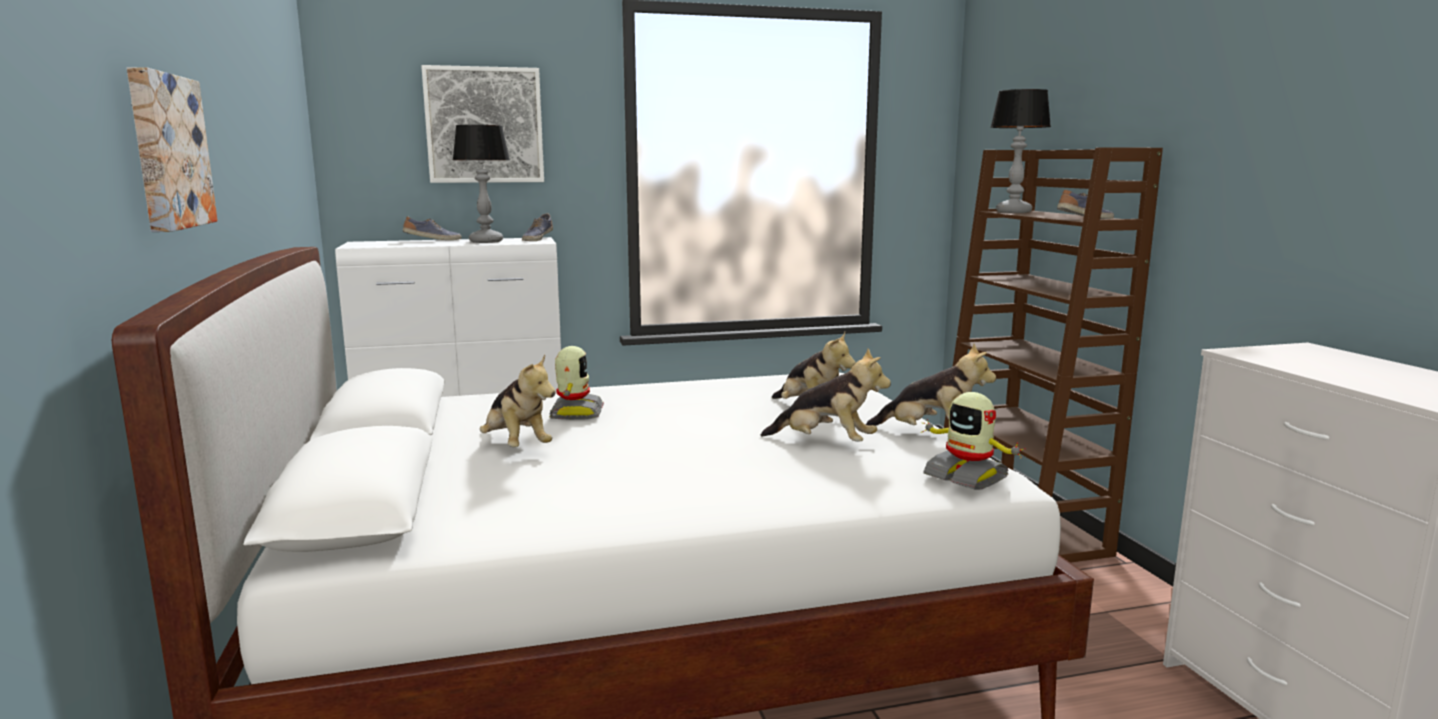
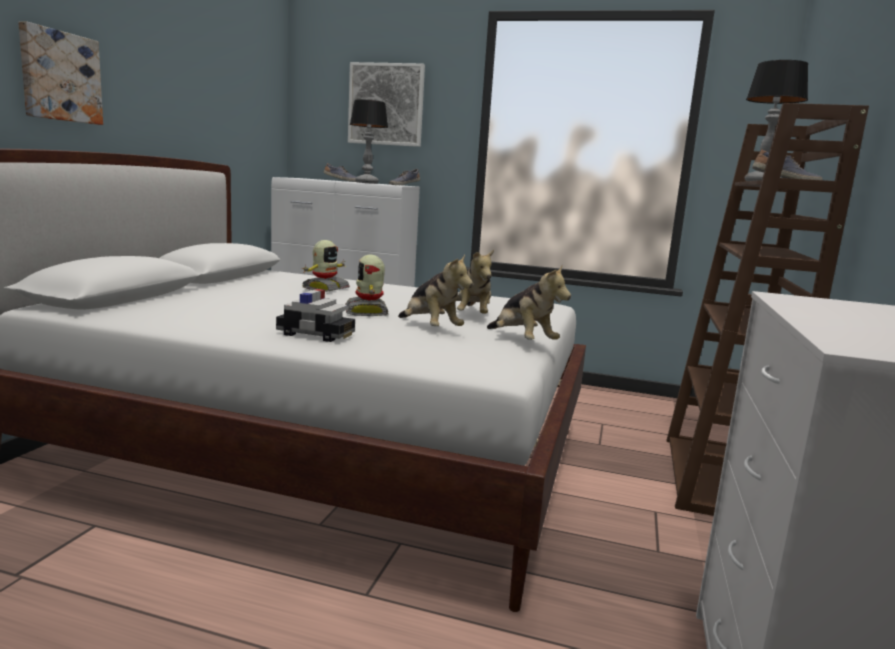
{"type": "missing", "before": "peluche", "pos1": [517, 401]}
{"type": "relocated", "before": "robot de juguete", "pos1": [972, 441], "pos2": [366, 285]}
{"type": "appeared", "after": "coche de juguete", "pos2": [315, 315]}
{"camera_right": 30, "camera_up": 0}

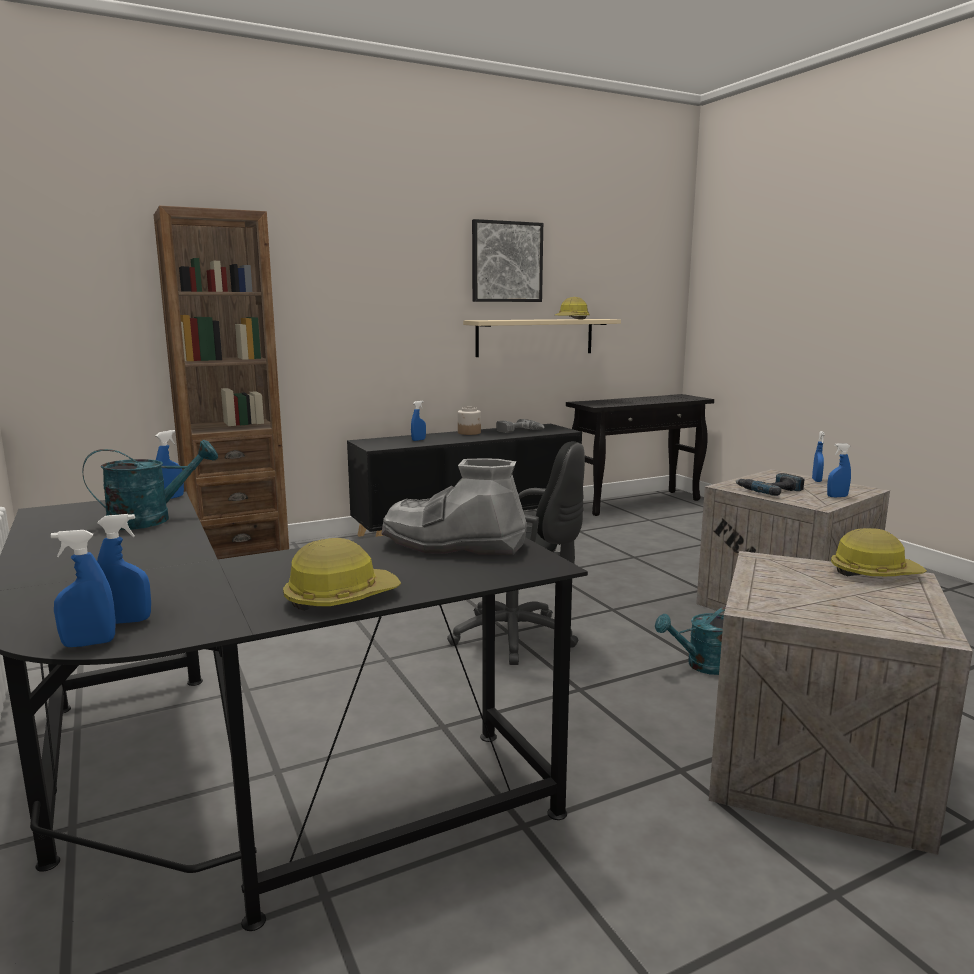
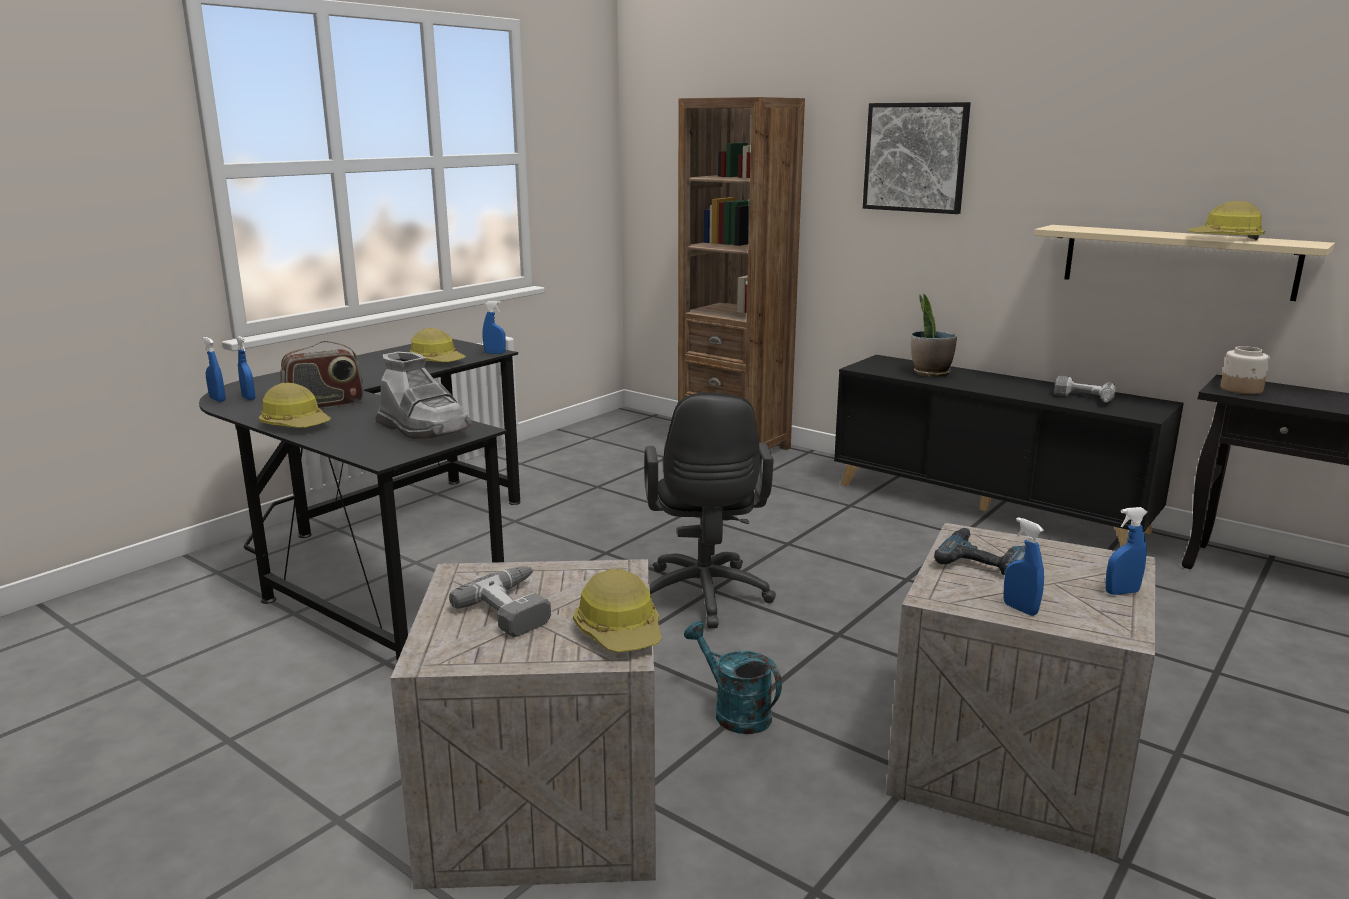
{"type": "relocated", "before": "cuadro", "pos1": [507, 260], "pos2": [917, 158]}
{"type": "exchanged", "before": "pulverizador/azul", "after": "planta en maceta", "pos1": [418, 421], "pos2": [934, 335]}
{"type": "relocated", "before": "tarro", "pos1": [469, 421], "pos2": [1245, 370]}
{"type": "exchanged", "before": "regadera/turquesa", "after": "casco", "pos1": [150, 485], "pos2": [438, 345]}
{"type": "spun", "before": "bota/gris", "pos1": [454, 506], "pos2": [423, 395], "turn": 150}
{"type": "appeared", "after": "radio", "pos2": [322, 375]}
{"type": "appeared", "after": "taladro", "pos2": [500, 601]}
{"camera_right": 65, "camera_up": 5}

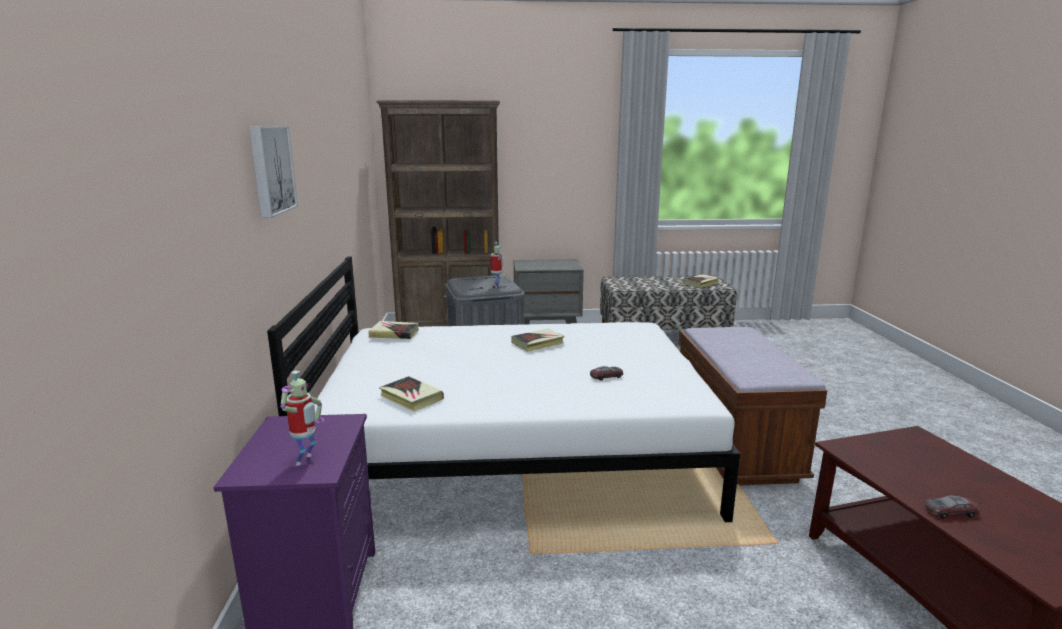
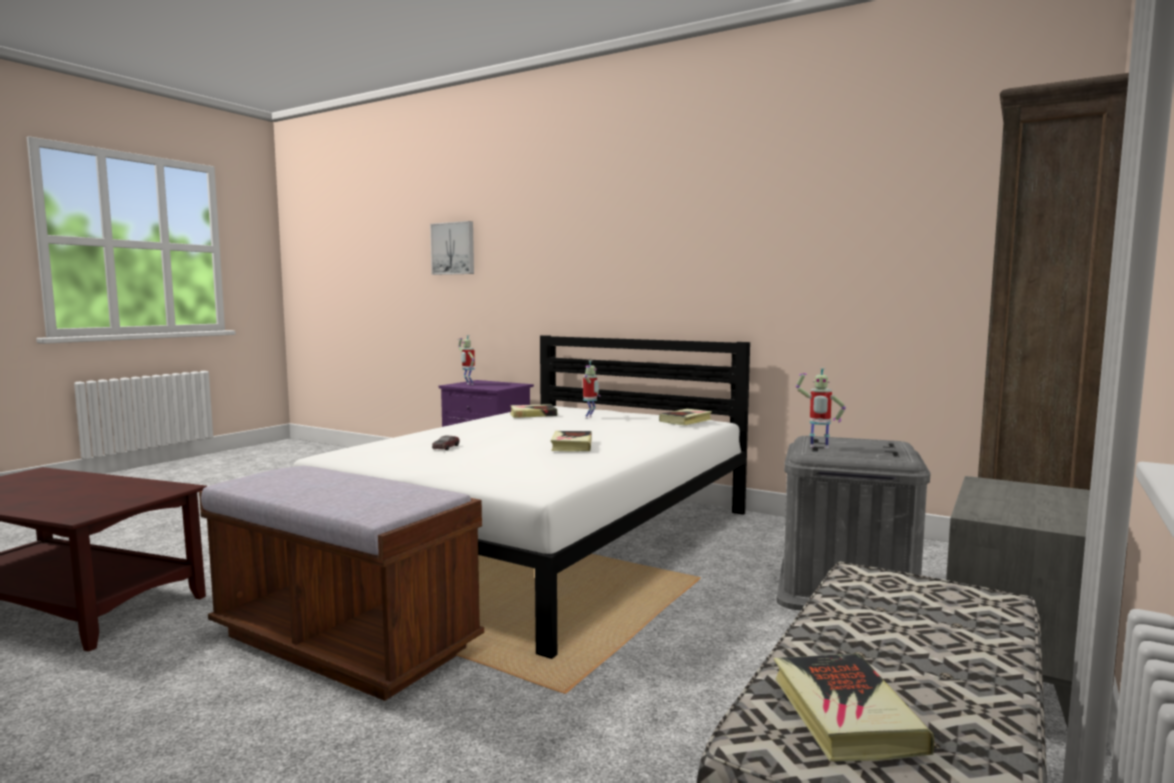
{"type": "relocated", "before": "cuadro", "pos1": [273, 172], "pos2": [452, 248]}
{"type": "missing", "before": "coche de juguete", "pos1": [951, 507]}
{"type": "appeared", "after": "robot de juguete", "pos2": [591, 390]}
{"camera_right": 125, "camera_up": -10}

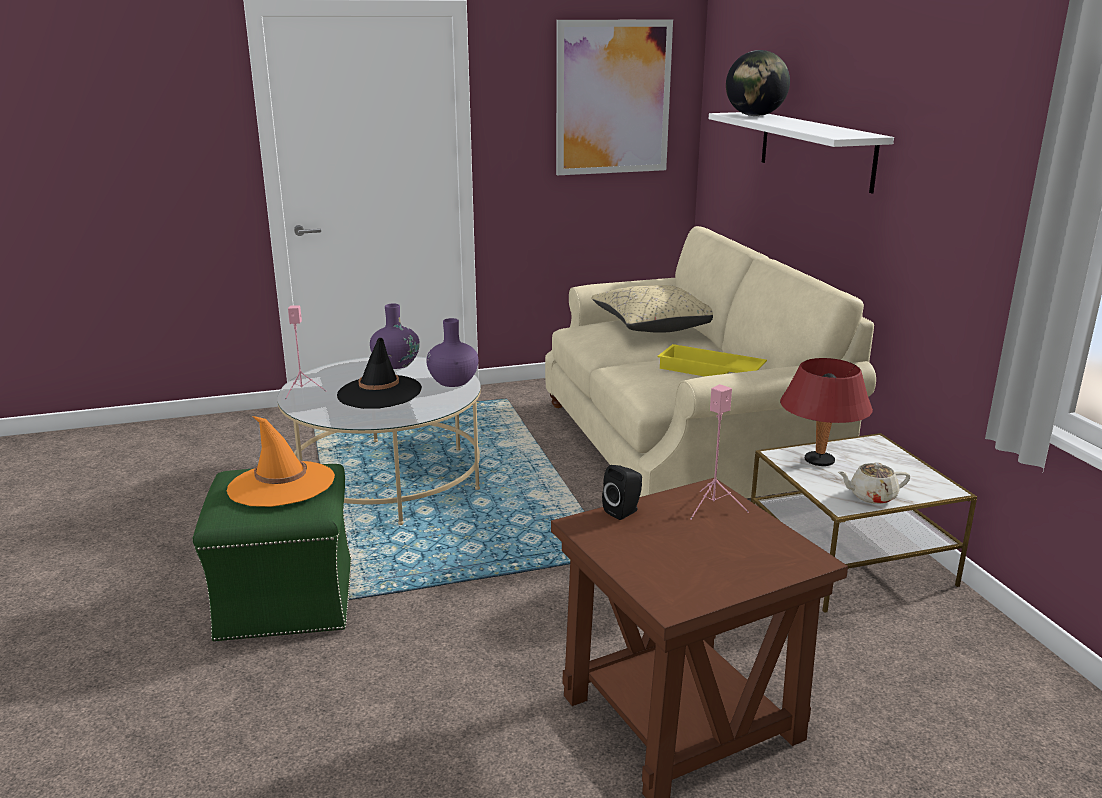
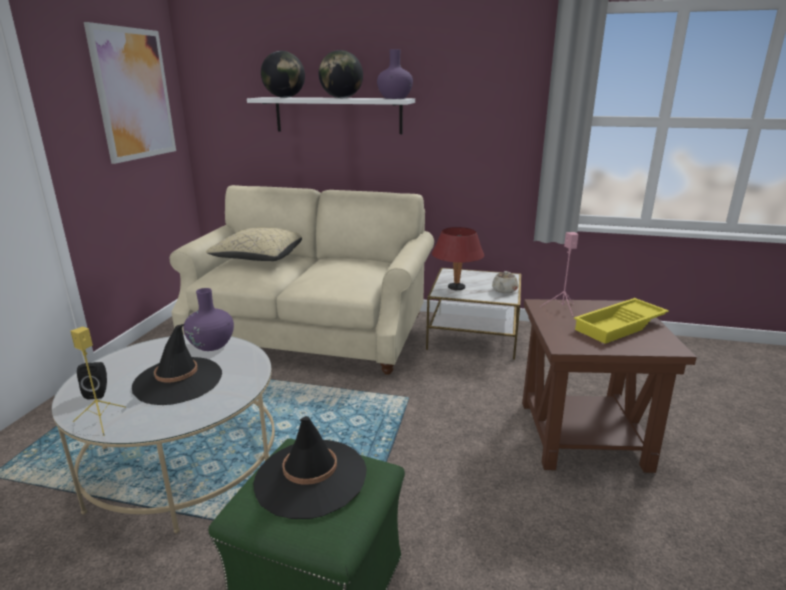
{"type": "relocated", "before": "florero/morado", "pos1": [395, 336], "pos2": [395, 74]}
{"type": "colour", "before": "altavoz/rosa", "after": "altavoz/amarillo", "pos1": [305, 352], "pos2": [98, 381]}
{"type": "relocated", "before": "bandeja/amarillo", "pos1": [712, 360], "pos2": [621, 321]}
{"type": "colour", "before": "sombrero/naranja", "after": "sombrero/negro", "pos1": [281, 461], "pos2": [310, 467]}
{"type": "relocated", "before": "altavoz/negro", "pos1": [622, 492], "pos2": [92, 381]}
{"type": "appeared", "after": "globo terráqueo", "pos2": [341, 74]}
{"camera_right": -60, "camera_up": 0}

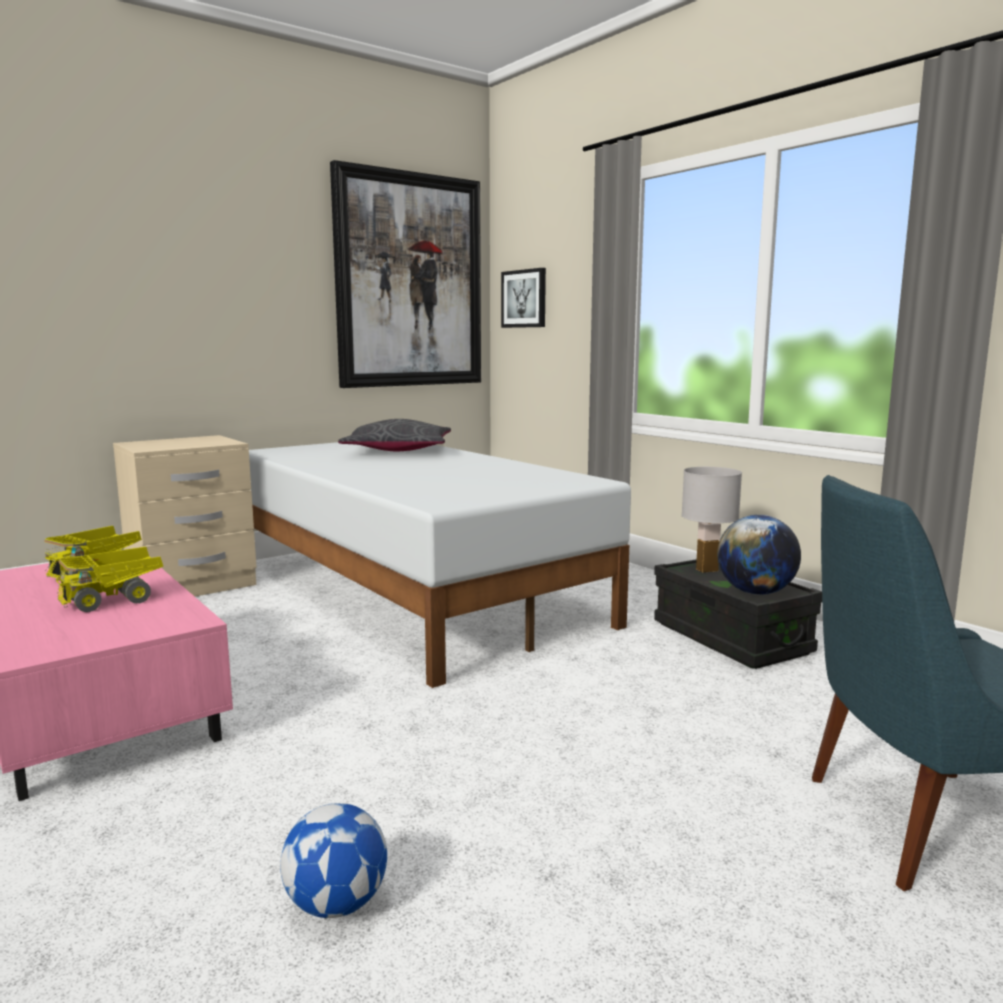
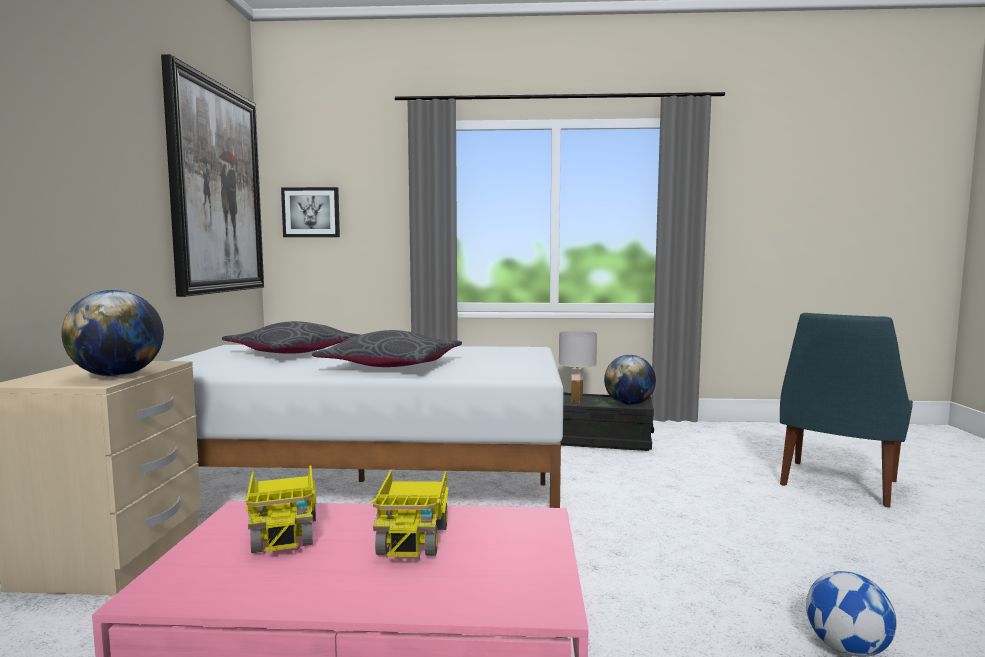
{"type": "appeared", "after": "globo terráqueo", "pos2": [113, 333]}
{"type": "appeared", "after": "cojín/gris", "pos2": [387, 348]}
{"camera_right": -50, "camera_up": -5}

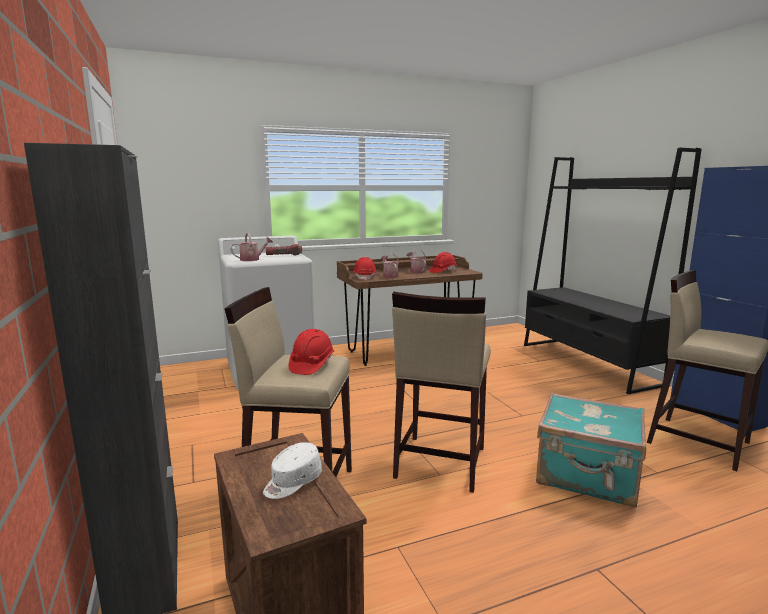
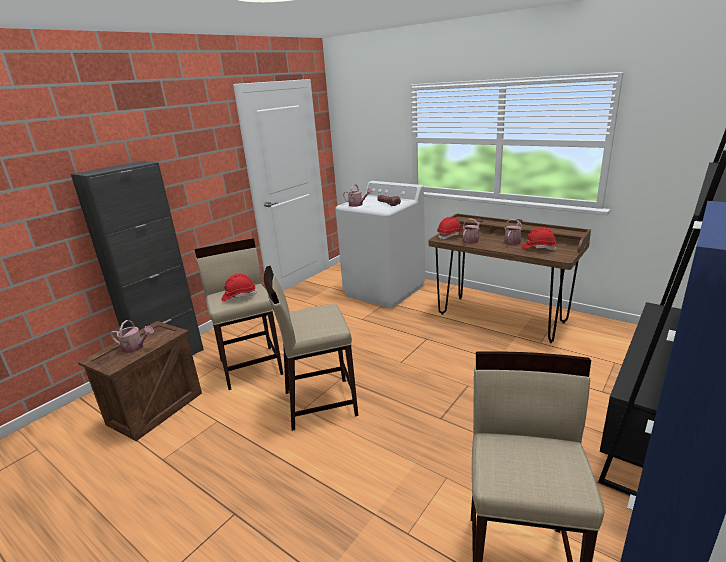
{"type": "missing", "before": "maleta/turquesa", "pos1": [591, 450]}
{"type": "exchanged", "before": "gorra/blanco", "after": "regadera", "pos1": [292, 470], "pos2": [132, 336]}
{"camera_right": 60, "camera_up": 10}

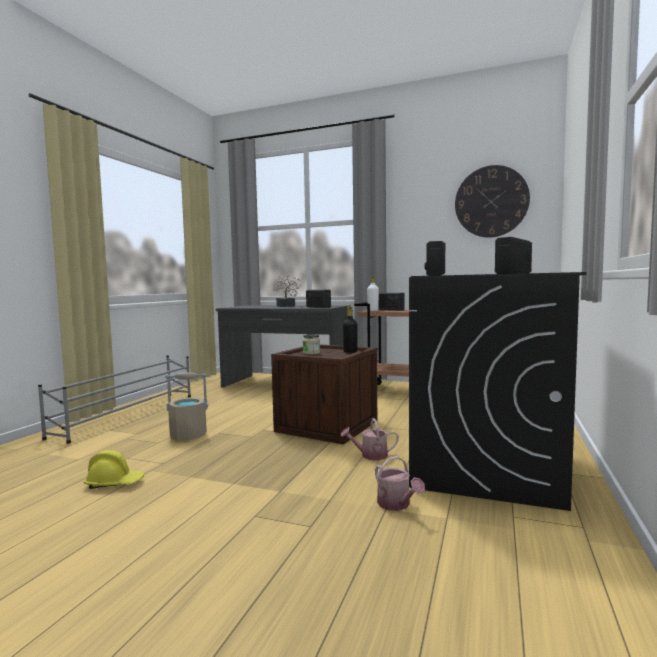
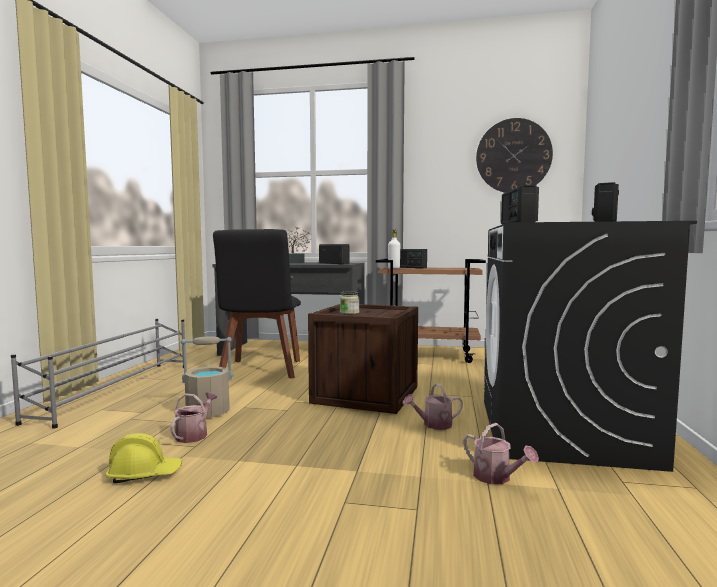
{"type": "missing", "before": "botella/negro", "pos1": [350, 329]}
{"type": "appeared", "after": "silla/negro", "pos2": [257, 304]}
{"type": "appeared", "after": "regadera", "pos2": [193, 417]}
{"camera_right": -10, "camera_up": 0}

